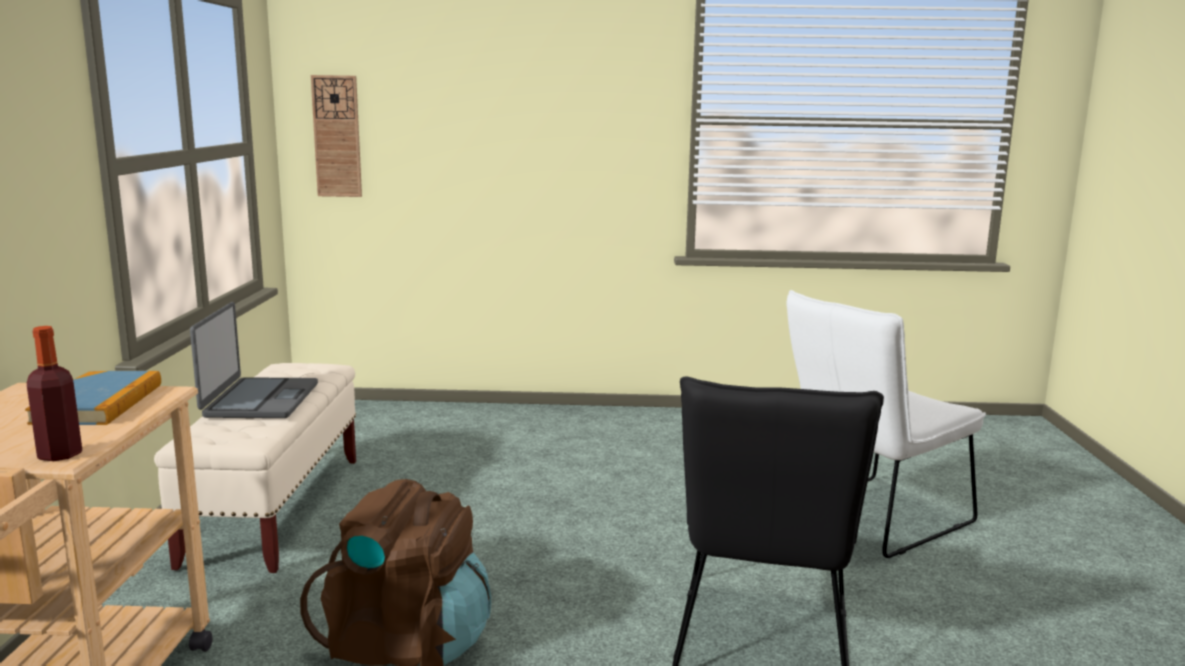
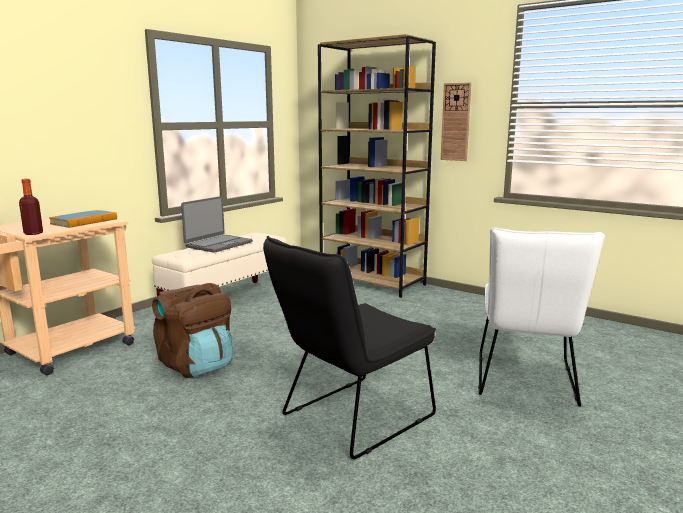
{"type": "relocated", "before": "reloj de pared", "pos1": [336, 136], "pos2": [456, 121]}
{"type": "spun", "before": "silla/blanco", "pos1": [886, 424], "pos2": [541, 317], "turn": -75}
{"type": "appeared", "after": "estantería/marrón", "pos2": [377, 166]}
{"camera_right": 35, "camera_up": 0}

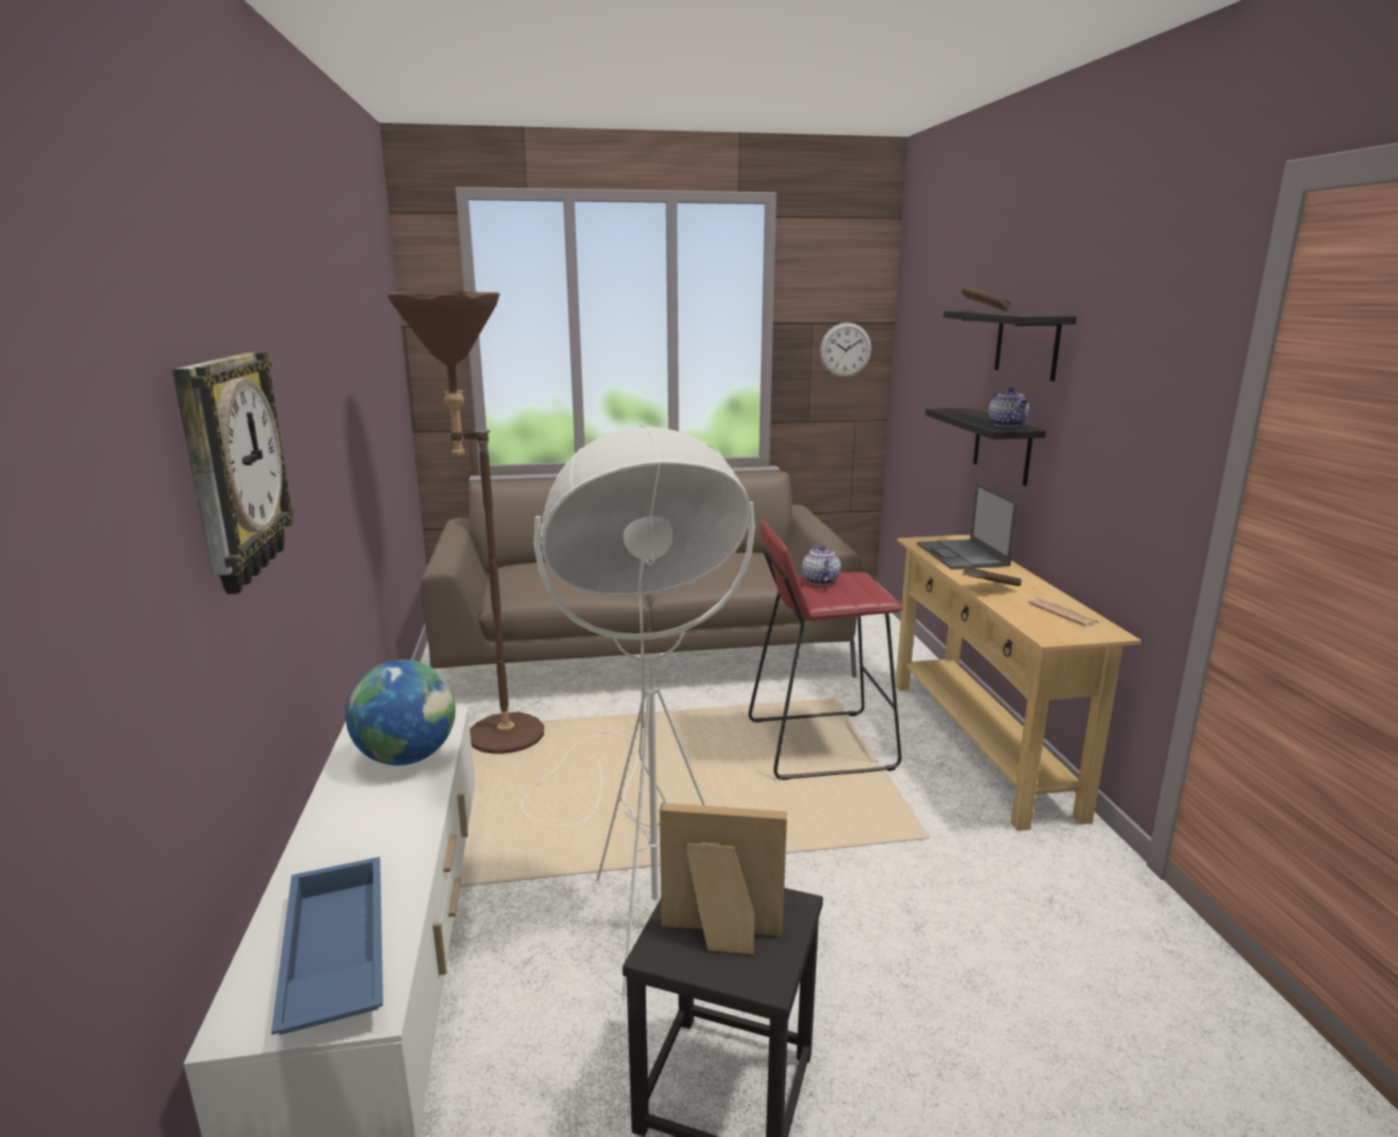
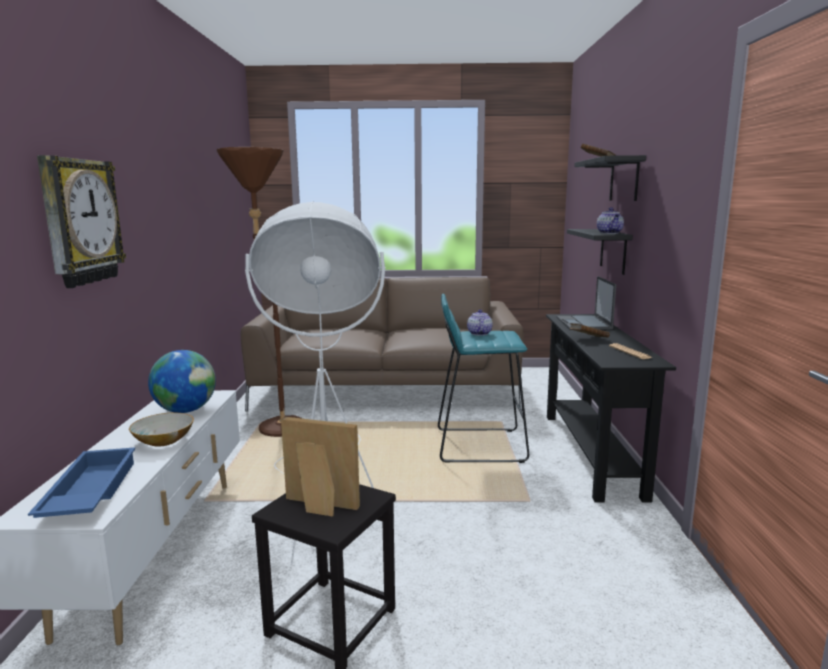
{"type": "missing", "before": "reloj de pared", "pos1": [846, 350]}
{"type": "colour", "before": "taburete/rojo", "after": "taburete/turquesa", "pos1": [825, 650], "pos2": [483, 378]}
{"type": "colour", "before": "mesa consola/beis", "after": "mesa consola/negro", "pos1": [1018, 683], "pos2": [611, 408]}
{"type": "appeared", "after": "cuenco", "pos2": [161, 430]}
{"camera_right": 10, "camera_up": -5}

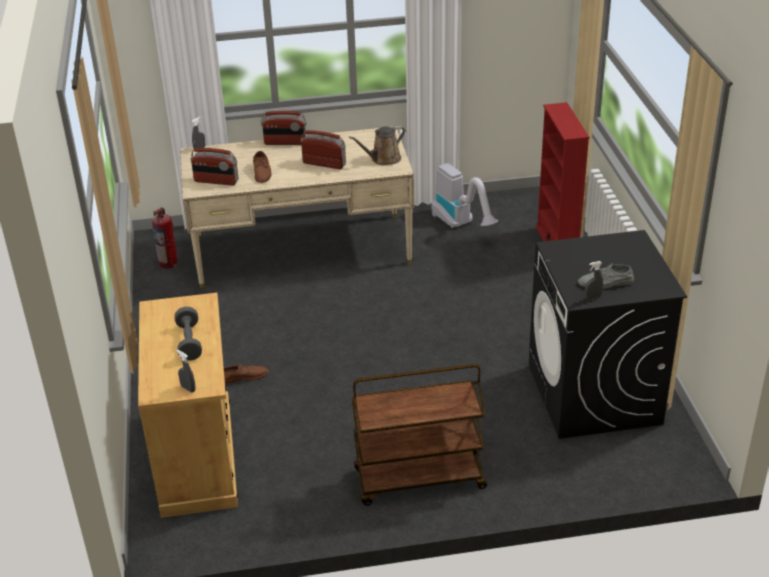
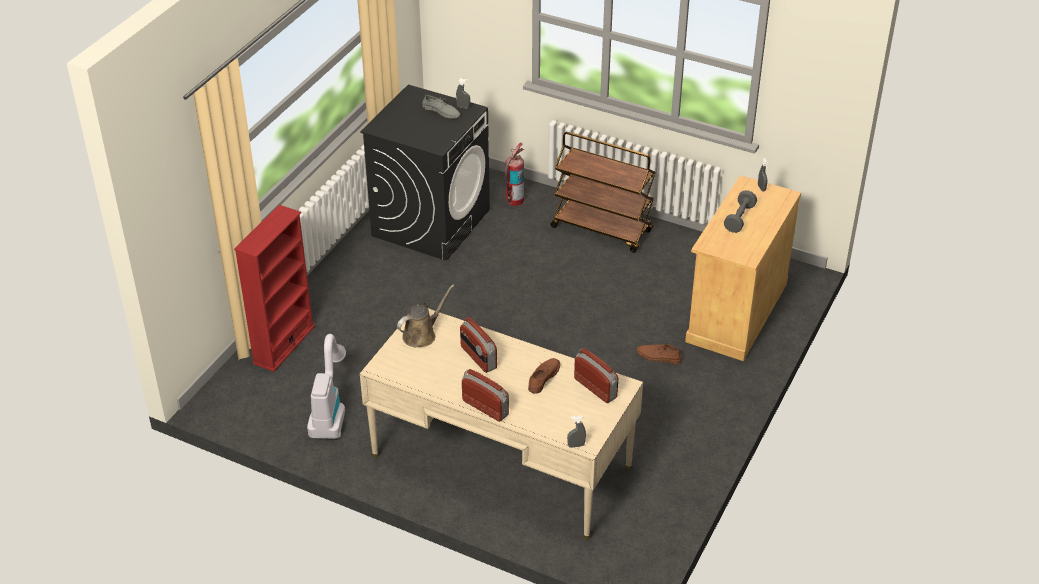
{"type": "spun", "before": "regadera/marrón", "pos1": [377, 145], "pos2": [425, 316], "turn": -45}
{"type": "relocated", "before": "extintor", "pos1": [164, 238], "pos2": [514, 174]}
{"camera_right": -145, "camera_up": 5}

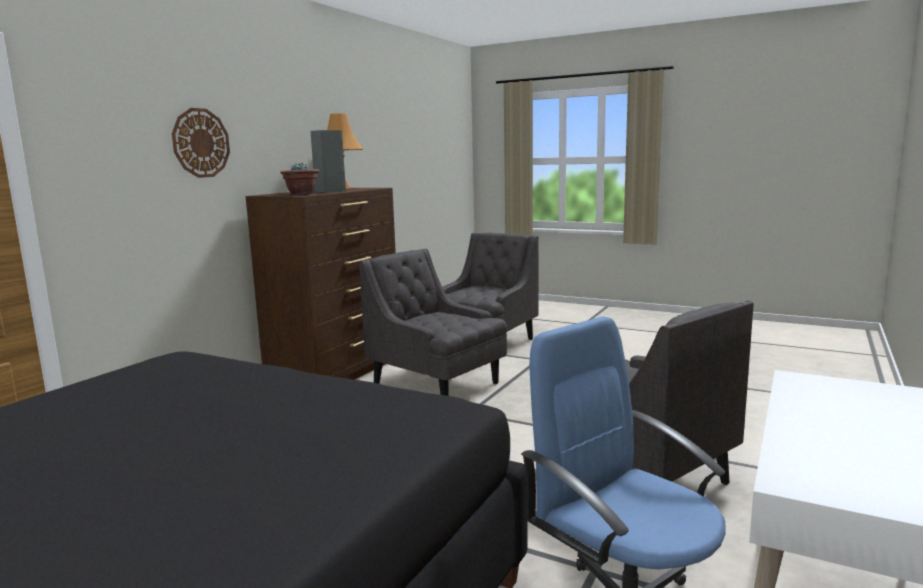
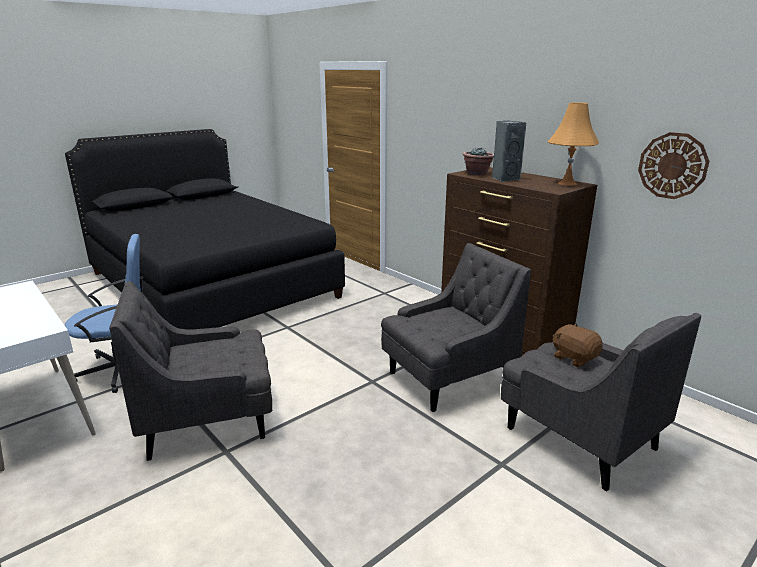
{"type": "relocated", "before": "reloj de pared", "pos1": [201, 143], "pos2": [673, 165]}
{"type": "appeared", "after": "peluche/marrón", "pos2": [578, 345]}
{"camera_right": 110, "camera_up": 10}

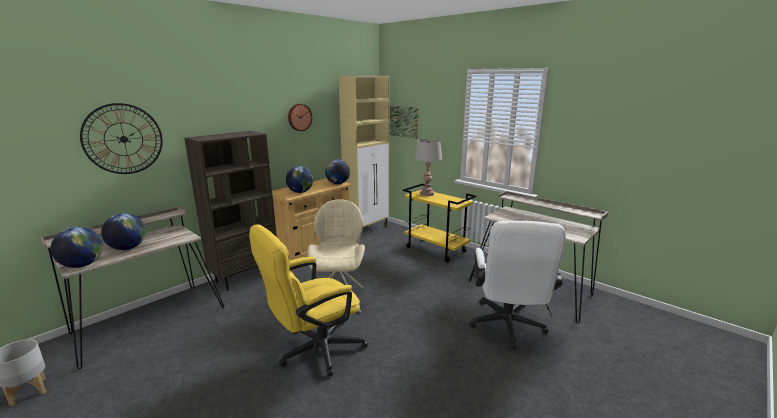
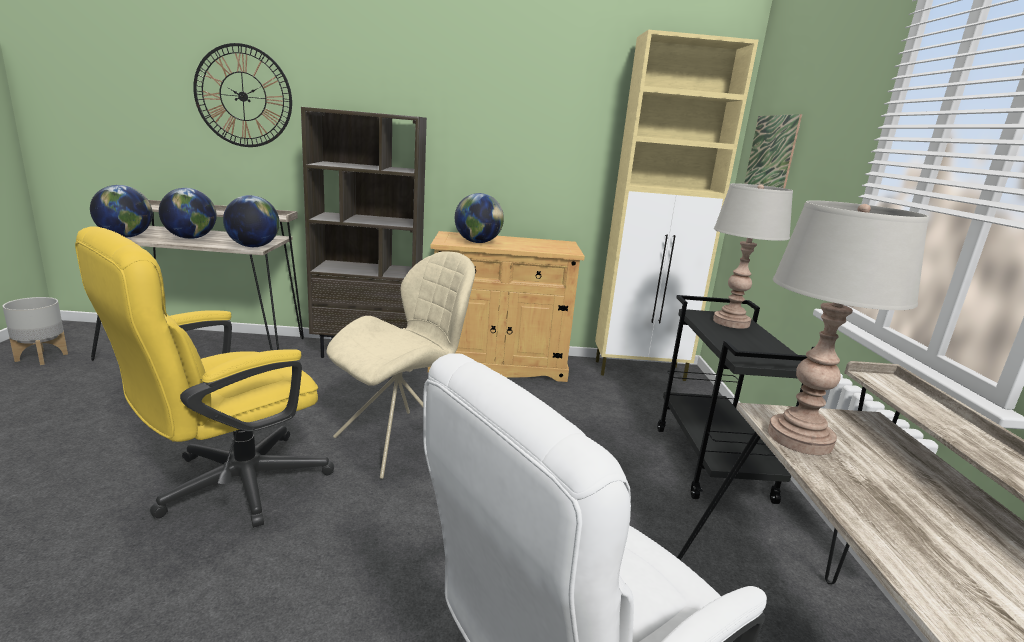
{"type": "missing", "before": "reloj de pared", "pos1": [300, 117]}
{"type": "relocated", "before": "globo terráqueo", "pos1": [337, 172], "pos2": [251, 221]}
{"type": "colour", "before": "carrito/amarillo", "after": "carrito/negro", "pos1": [439, 223], "pos2": [735, 399]}
{"type": "spun", "before": "silla de oficina/amarillo", "pos1": [308, 300], "pos2": [204, 377], "turn": -60}
{"type": "appeared", "after": "lámpara de mesa/gris", "pos2": [848, 327]}
{"camera_right": 45, "camera_up": 0}

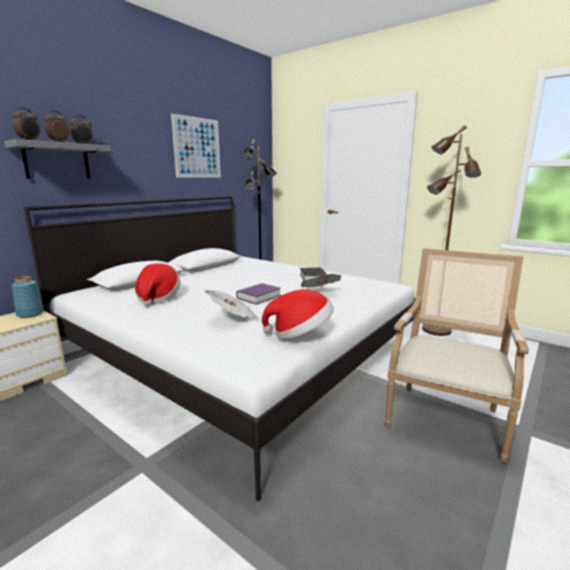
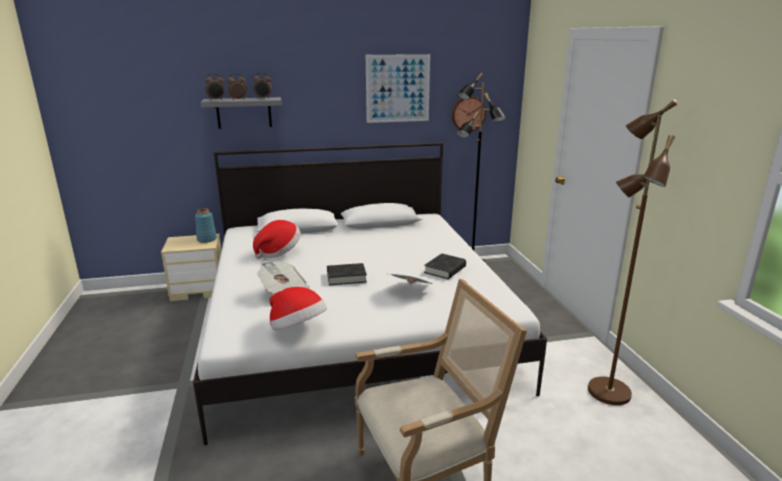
{"type": "colour", "before": "libro/morado", "after": "libro/negro", "pos1": [258, 294], "pos2": [347, 274]}
{"type": "appeared", "after": "reloj de pared", "pos2": [469, 114]}
{"camera_right": 40, "camera_up": 5}

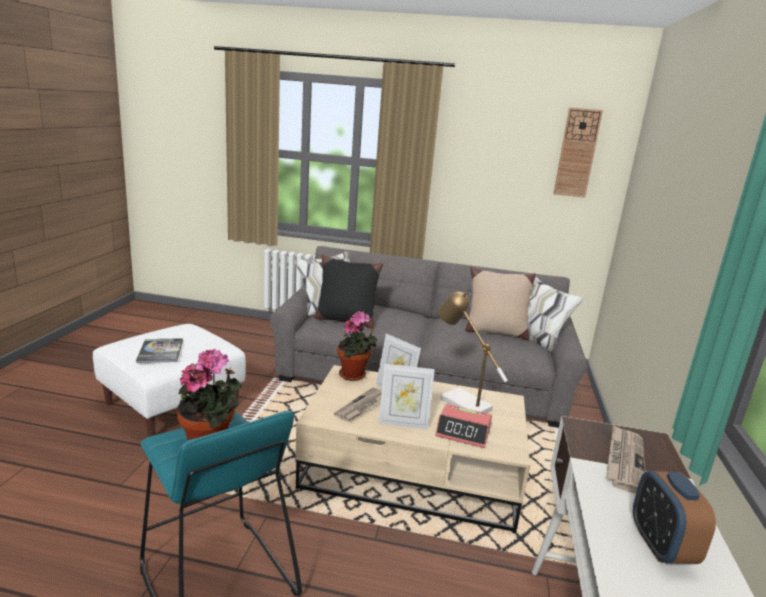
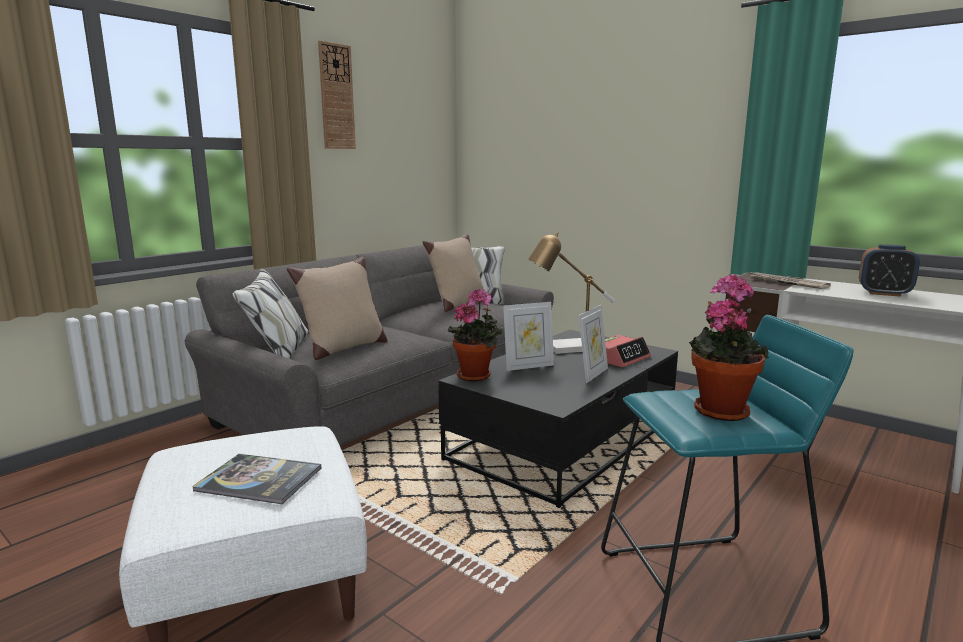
{"type": "relocated", "before": "reloj de pared", "pos1": [578, 153], "pos2": [337, 95]}
{"type": "colour", "before": "cojín/negro", "after": "cojín/beis", "pos1": [348, 292], "pos2": [337, 308]}
{"type": "colour", "before": "mesa de centro/beis", "after": "mesa de centro/negro", "pos1": [412, 449], "pos2": [558, 419]}
{"type": "missing", "before": "periódico", "pos1": [358, 404]}
{"camera_right": -60, "camera_up": -5}

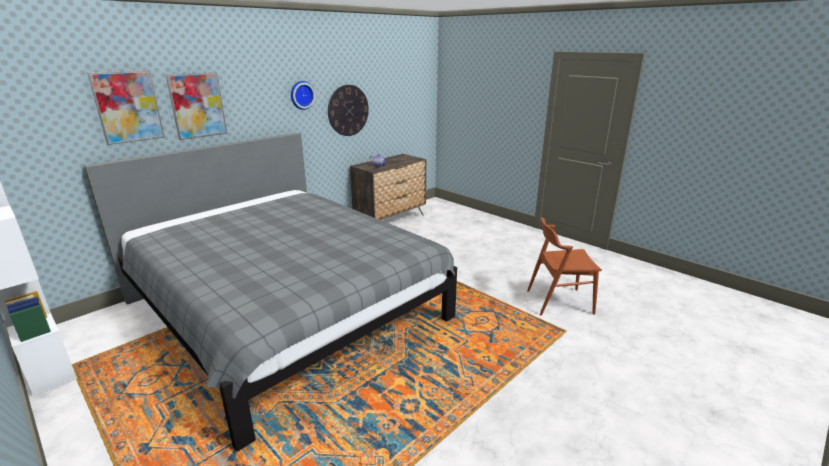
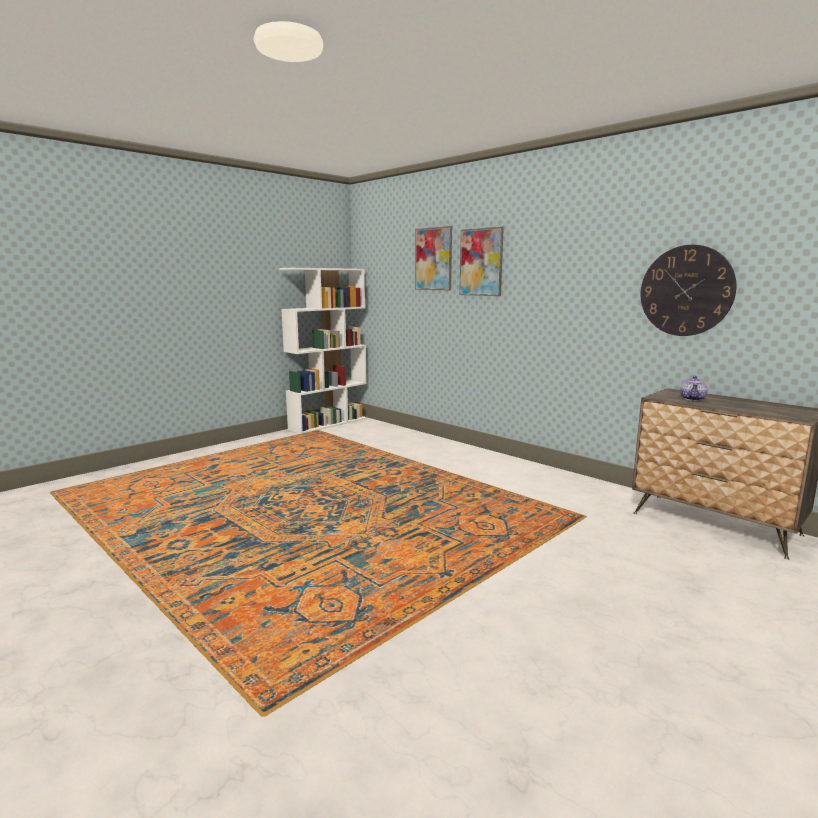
{"type": "missing", "before": "reloj de pared", "pos1": [303, 95]}
{"type": "missing", "before": "cama/gris", "pos1": [270, 292]}
{"type": "missing", "before": "silla/marrón", "pos1": [564, 266]}
{"camera_right": 90, "camera_up": -10}

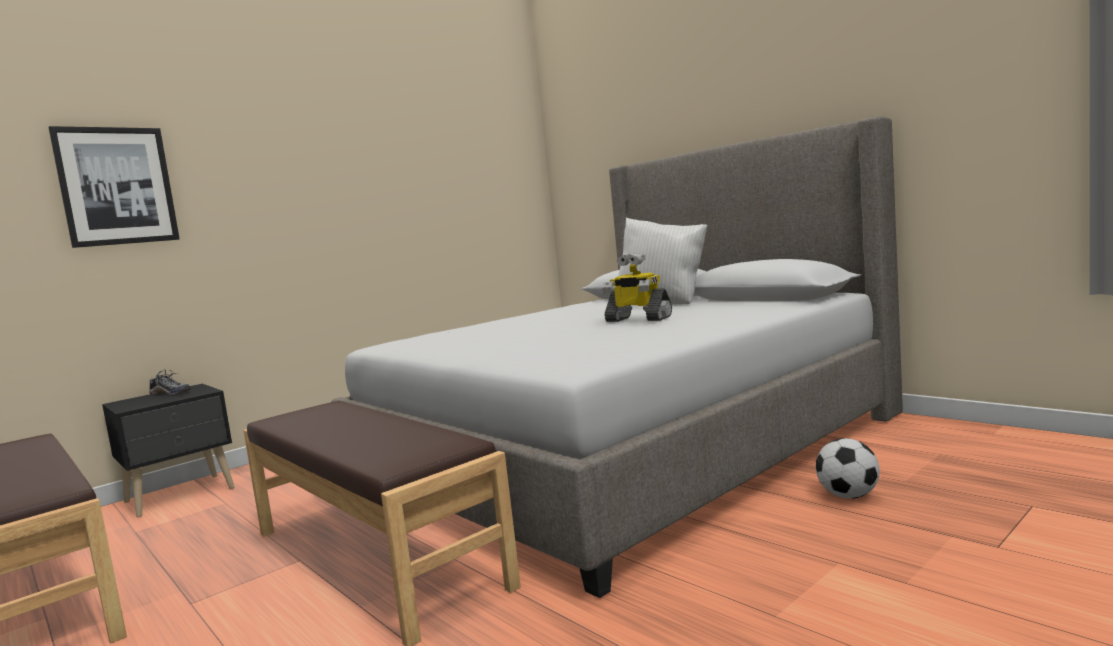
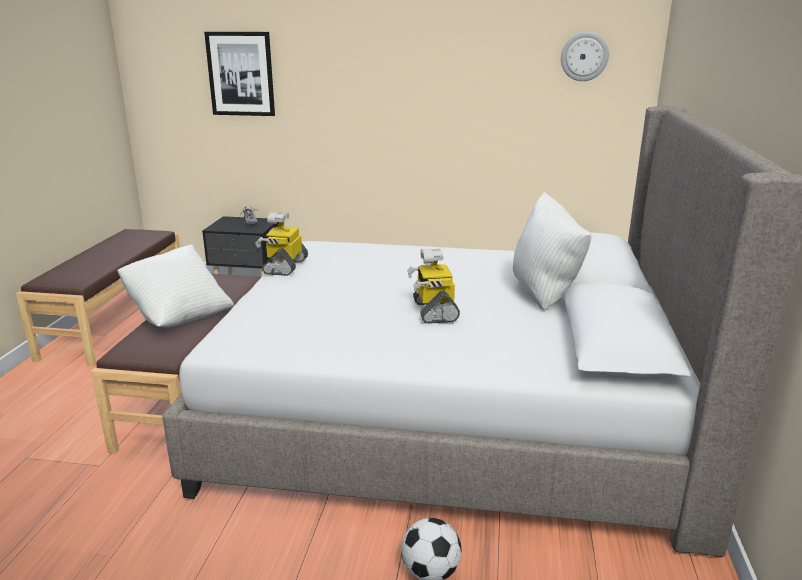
{"type": "appeared", "after": "reloj de pared", "pos2": [585, 56]}
{"type": "appeared", "after": "robot de juguete", "pos2": [281, 244]}
{"type": "appeared", "after": "cojín/blanco", "pos2": [175, 286]}
{"camera_right": 50, "camera_up": 15}

